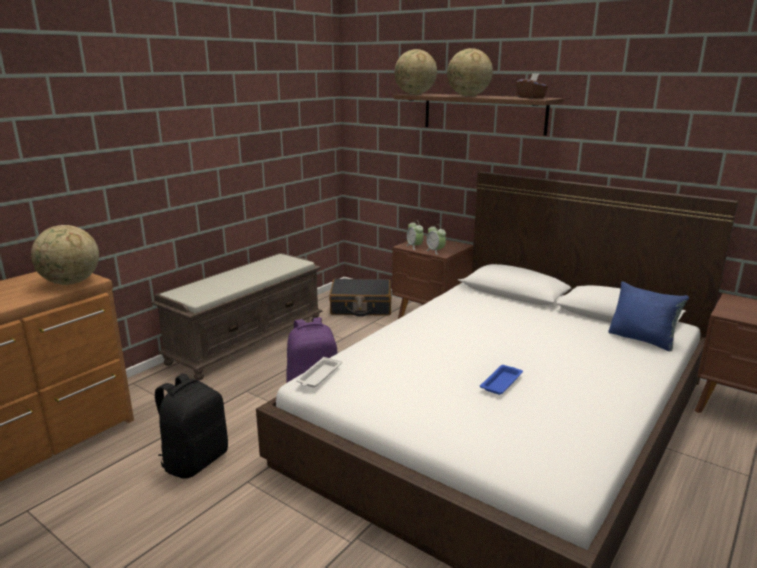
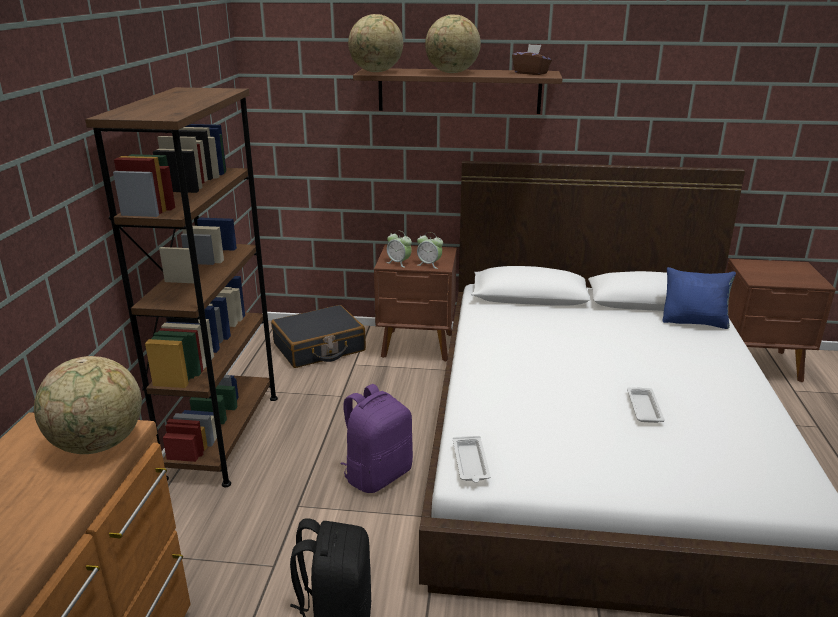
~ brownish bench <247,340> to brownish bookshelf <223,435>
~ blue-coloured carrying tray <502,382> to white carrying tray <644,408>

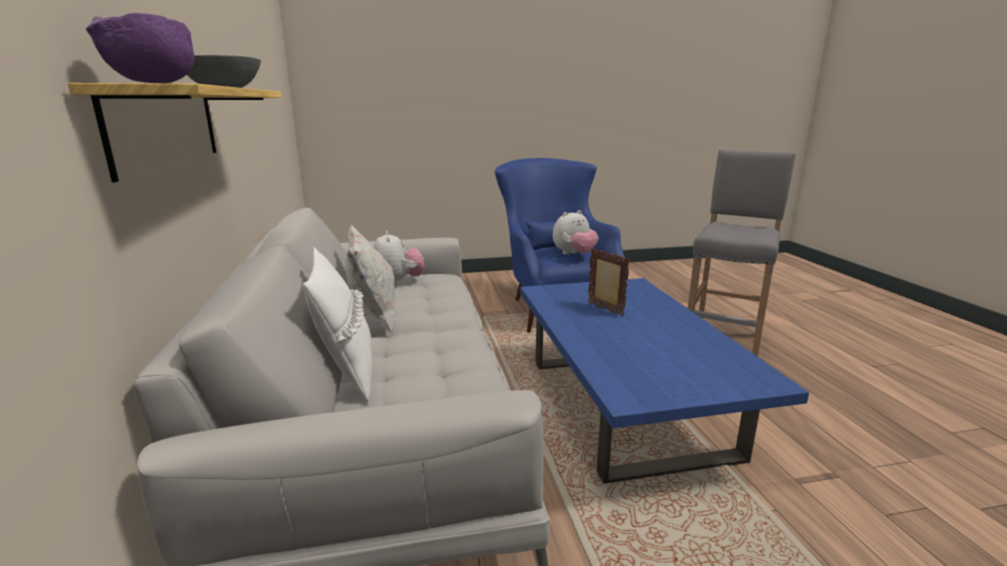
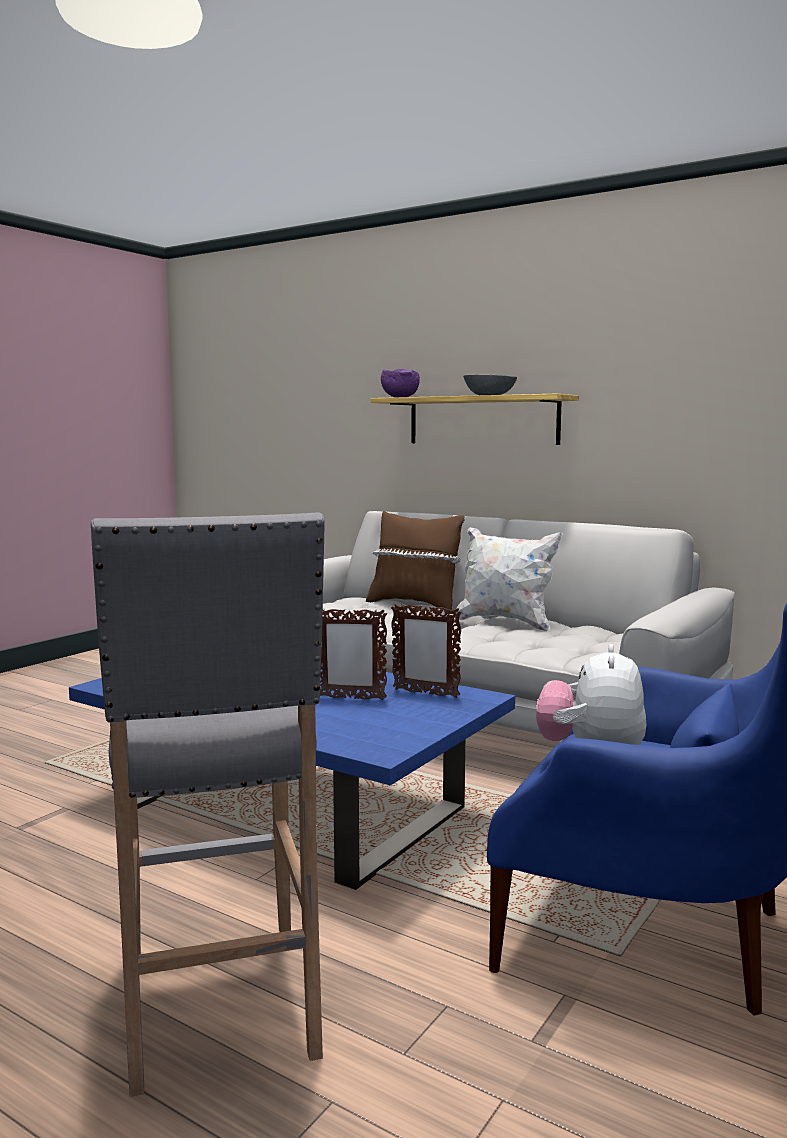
- plush toy <398,283>
+ standing frame <425,693>
~ white throw pillow <346,373> to brownish throw pillow <414,604>

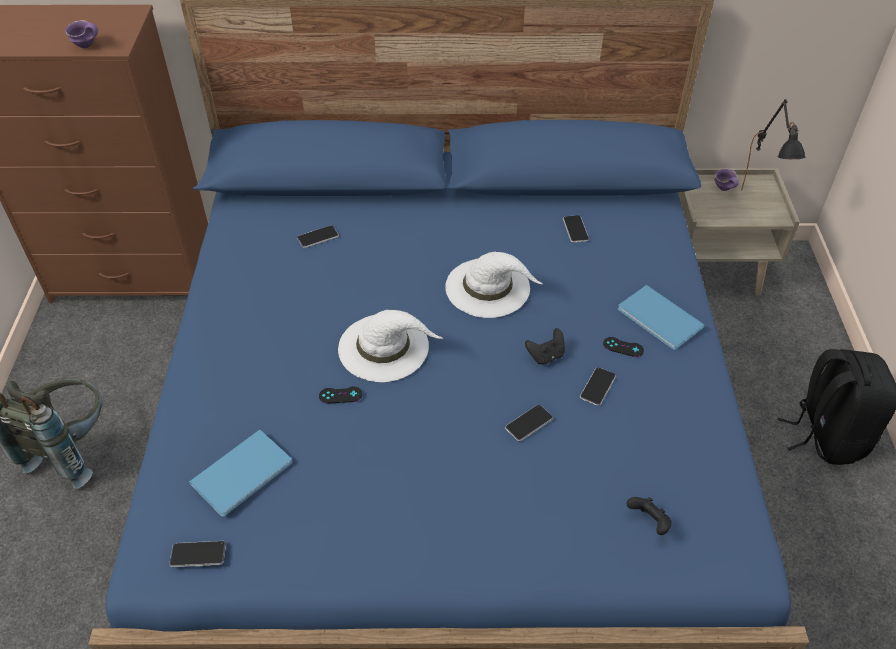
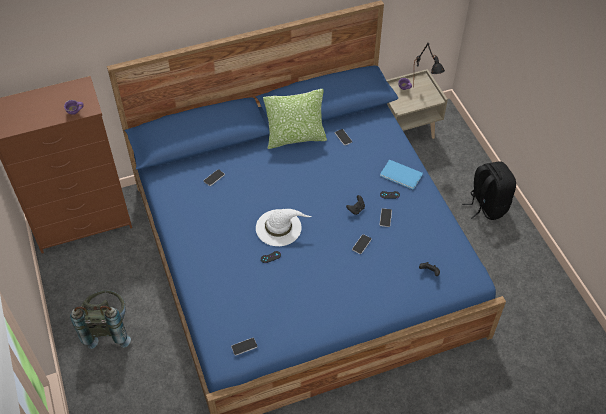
- blue-coloured volume <245,473>
- white wearable hat <489,287>
+ throw pillow <295,138>

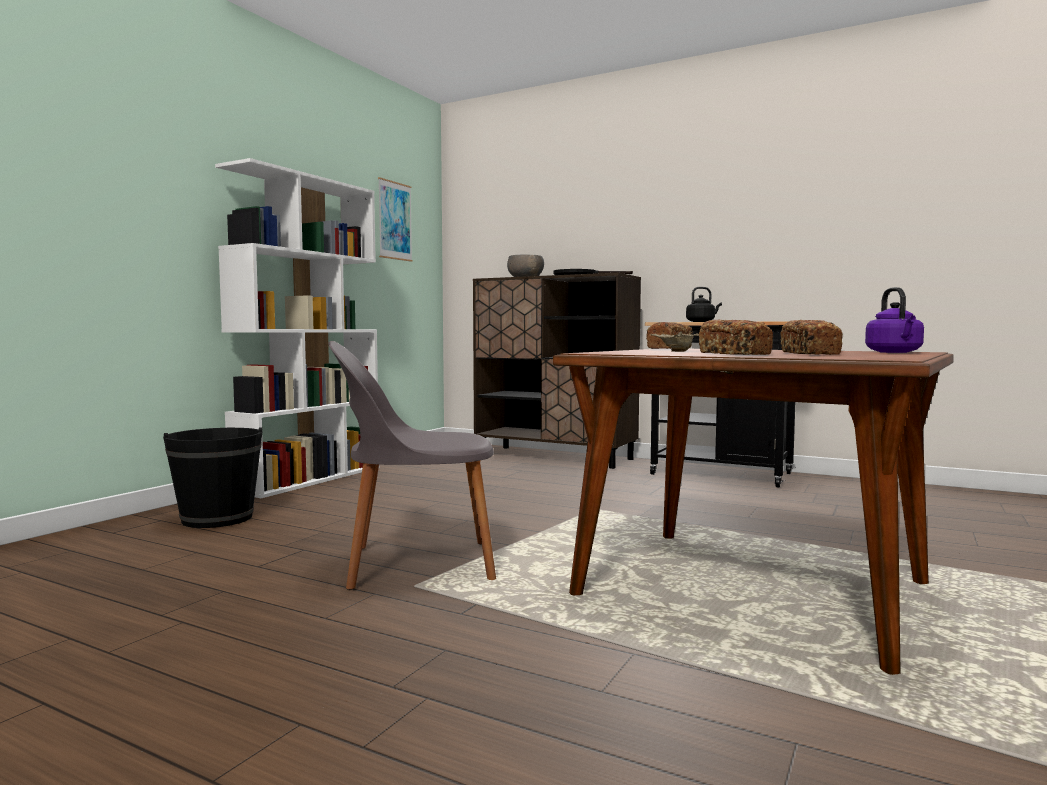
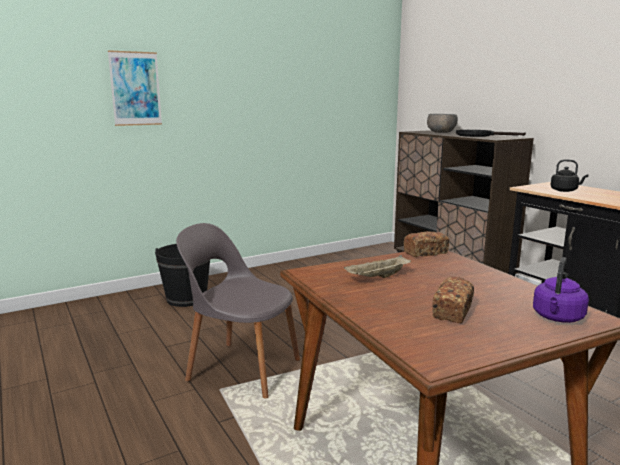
- white bookshelf <309,479>
- bakery bread <735,354>
~ wall art <395,221> to <135,89>

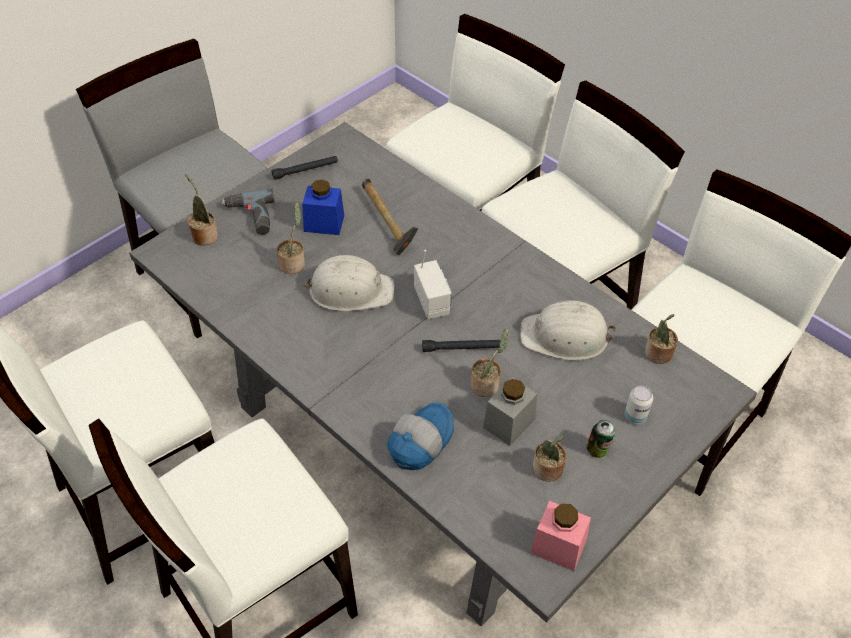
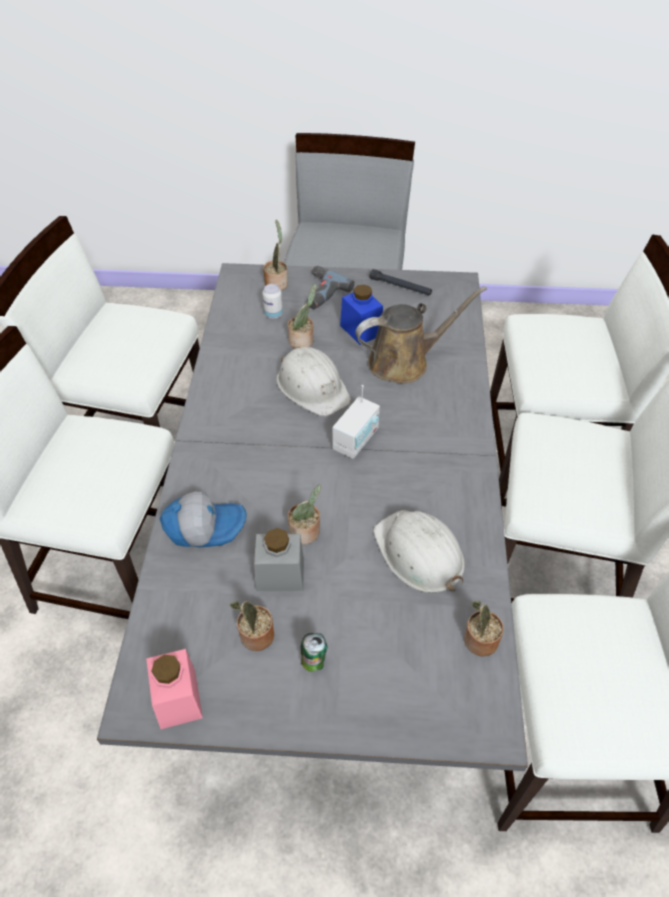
- black flashlight <461,348>
~ metal can <635,416> to <273,314>
~ hand hammer <386,223> to brownish watering can <404,361>

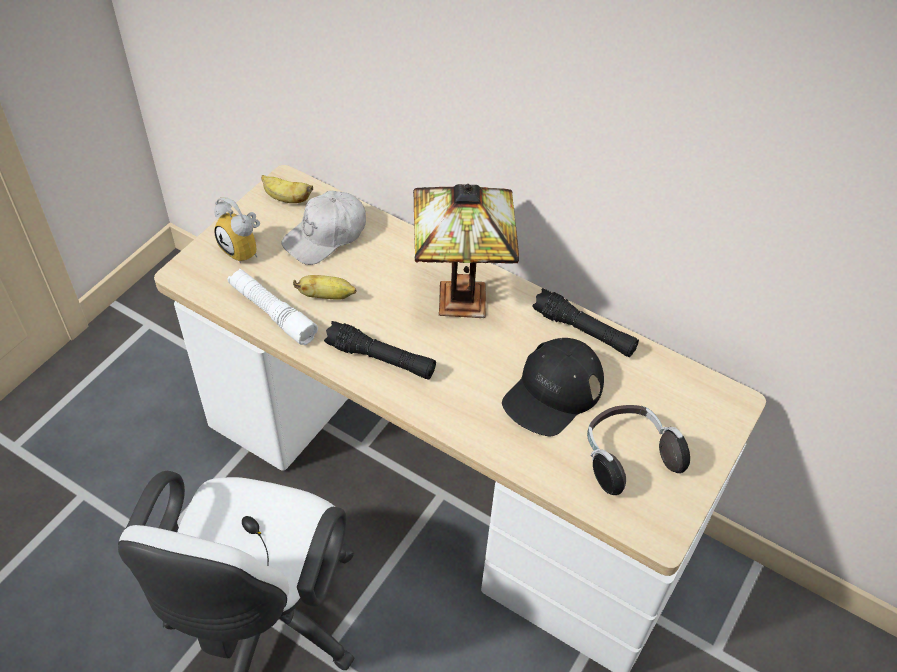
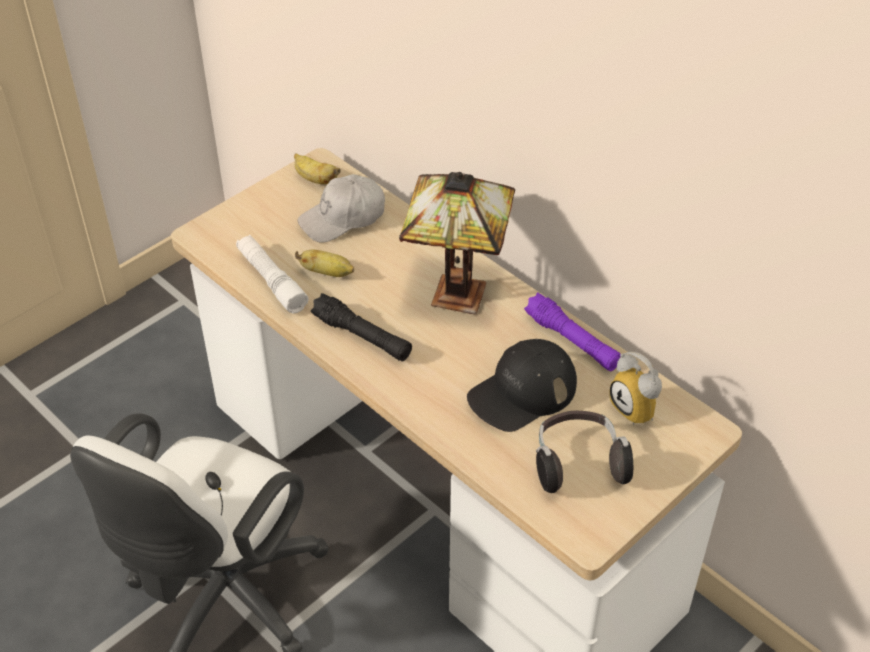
~ bedside clock <245,249> to <638,408>
~ black flashlight <584,331> to purplish flashlight <572,341>

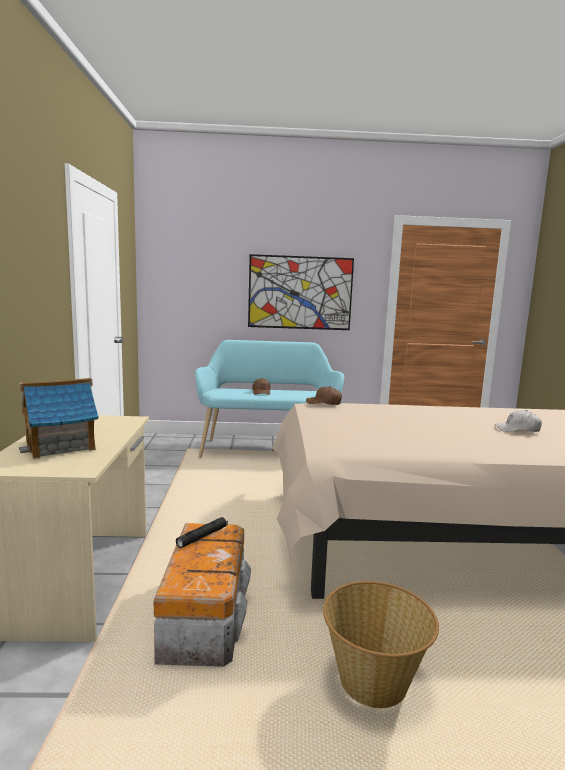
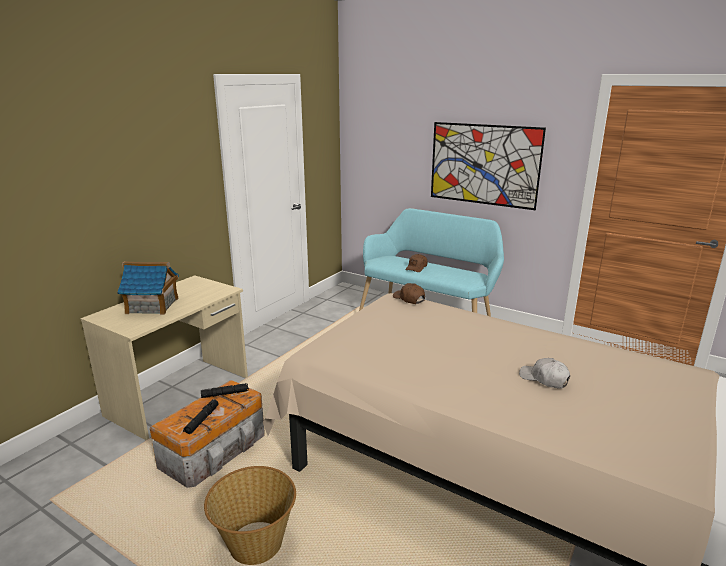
+ black flashlight <202,420>

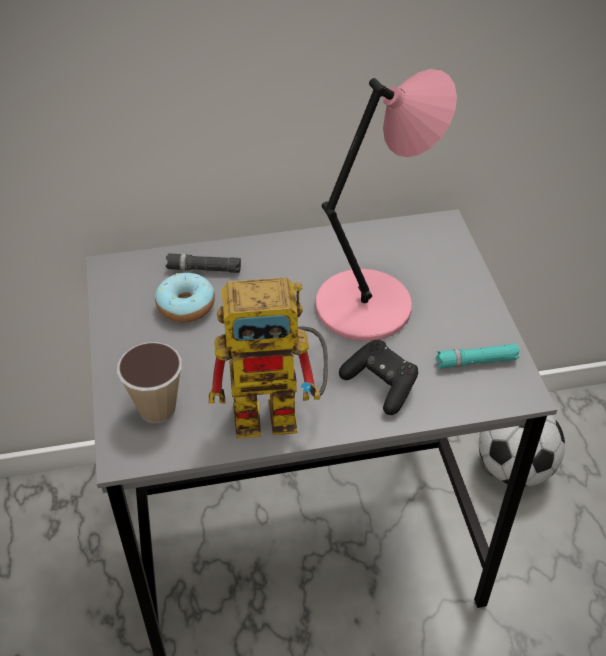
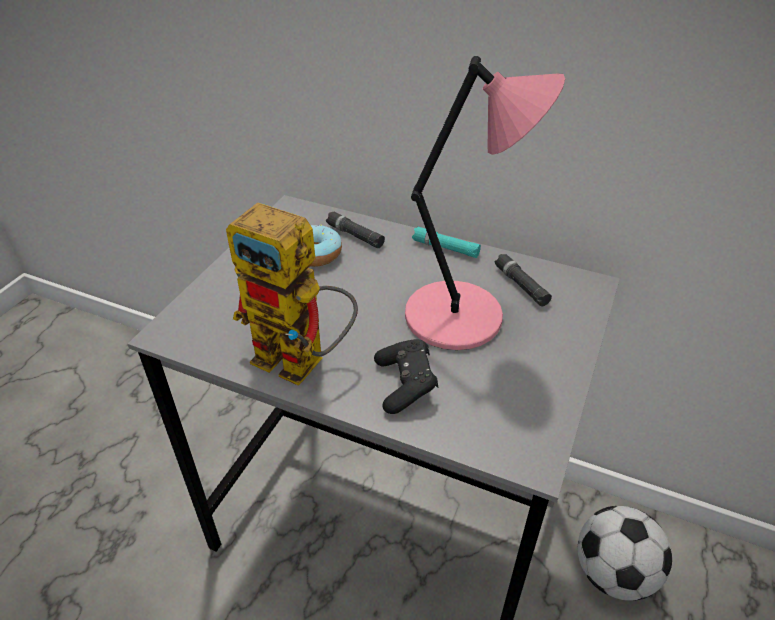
- small cup <157,409>
+ black flashlight <521,285>
~ turquoise flashlight <476,361> to <445,248>

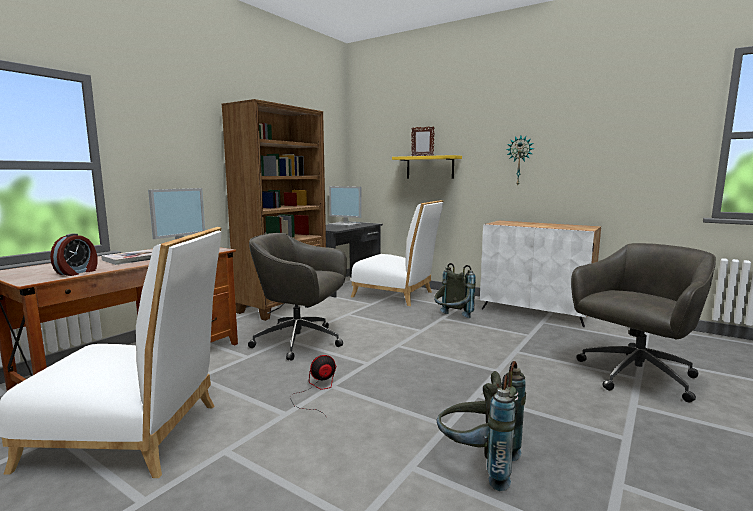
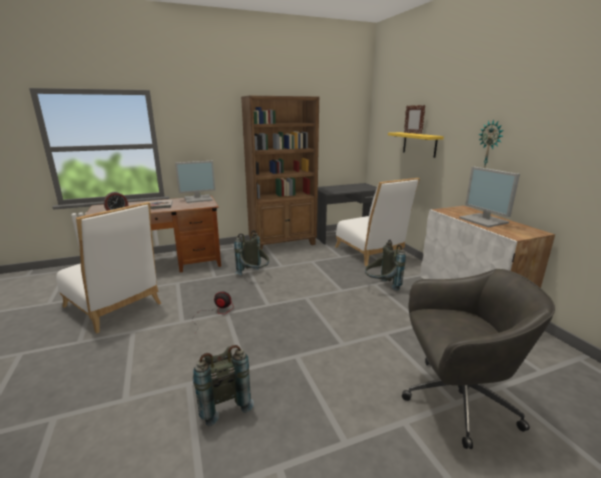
~ monitor <345,224> to <484,220>
~ gray office chair <301,342> to gray rucksack <254,275>

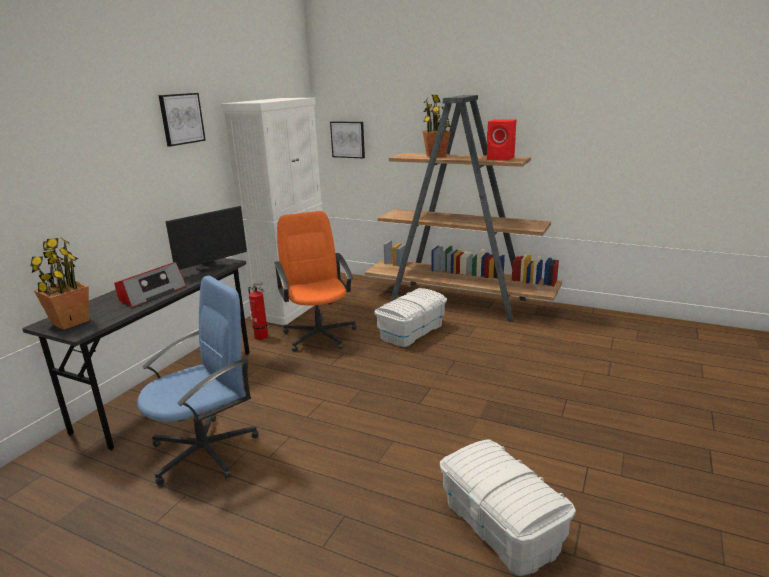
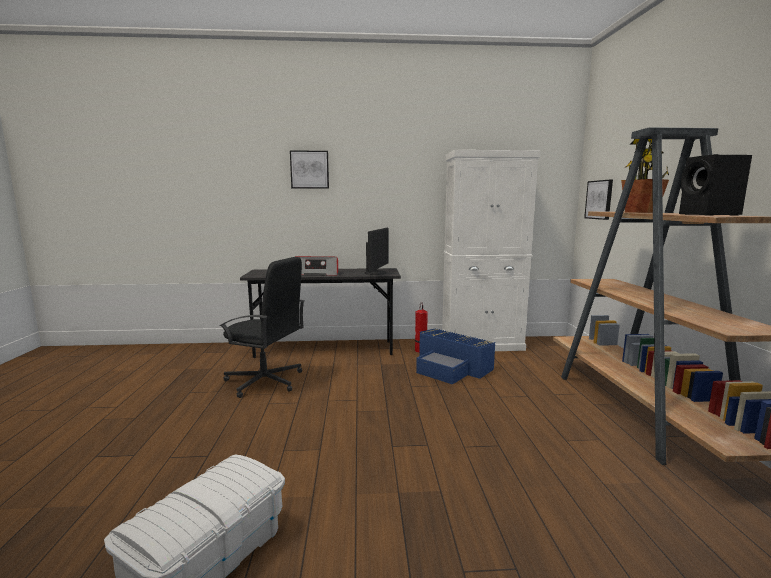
- potted plant <70,322>
- white storage box <412,331>
~ wall art <181,119> to <309,169>
~ orange-coloured office chair <319,335> to blue-coloured storage box <452,368>
~ blue-coloured office chair <206,451> to black office chair <265,381>
~ red-coloured audio speaker <501,158> to black audio speaker <709,215>
~ monitor <211,267> = <376,273> 90 degrees counterclockwise

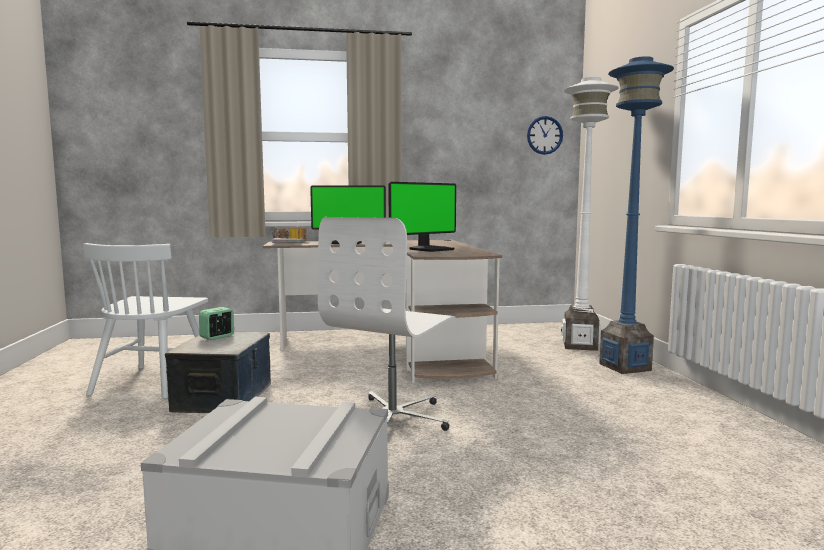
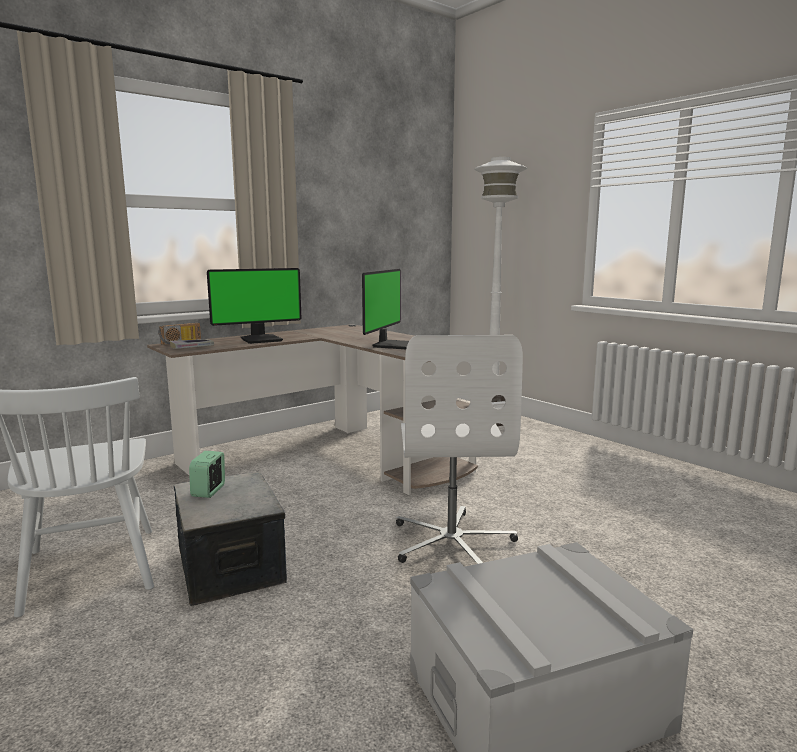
- hanging clock <544,135>
- blue-coloured standard lamp <624,367>

